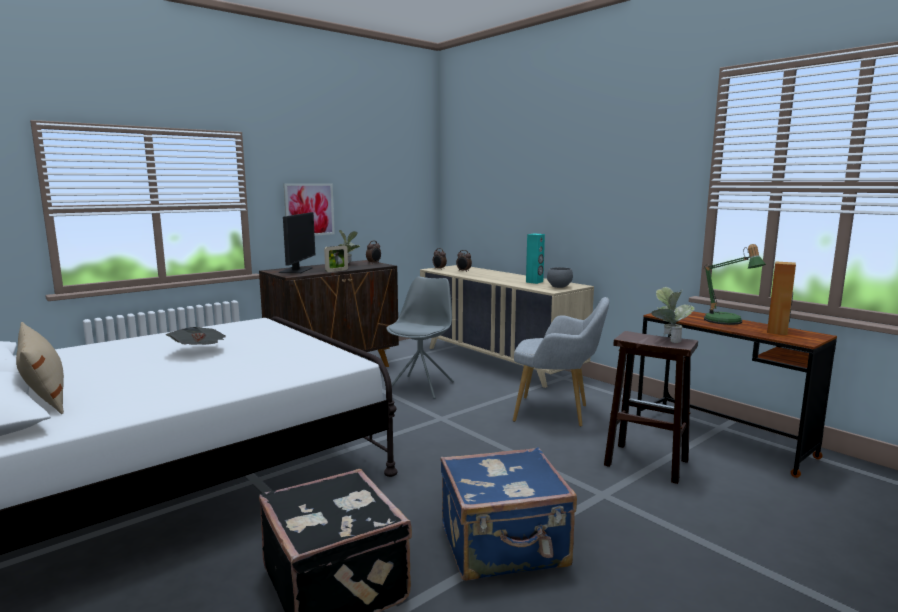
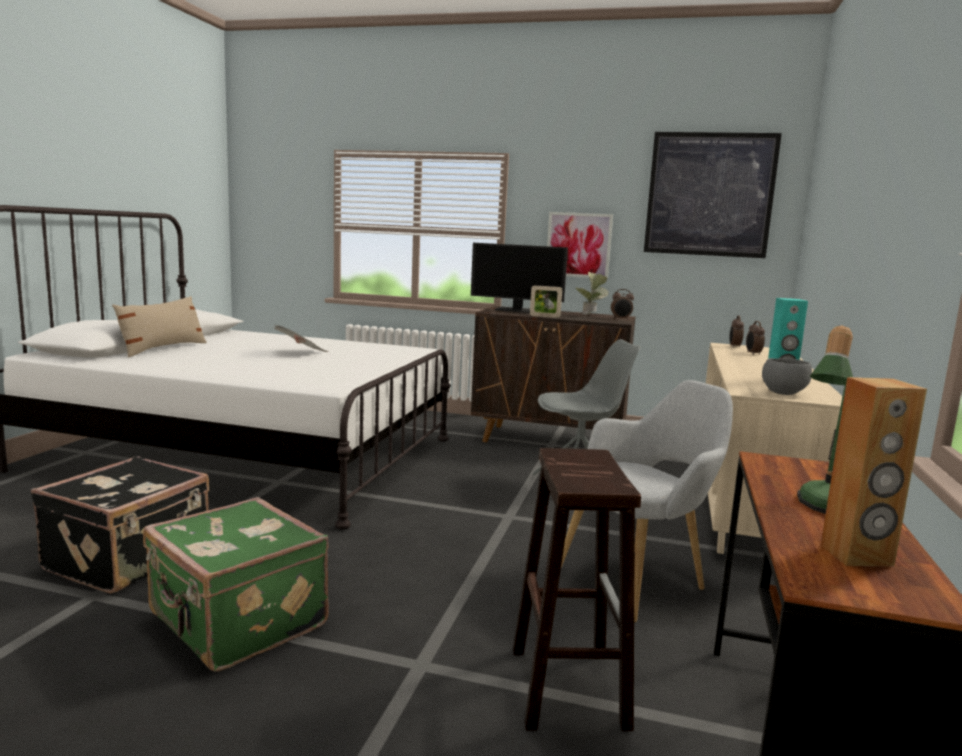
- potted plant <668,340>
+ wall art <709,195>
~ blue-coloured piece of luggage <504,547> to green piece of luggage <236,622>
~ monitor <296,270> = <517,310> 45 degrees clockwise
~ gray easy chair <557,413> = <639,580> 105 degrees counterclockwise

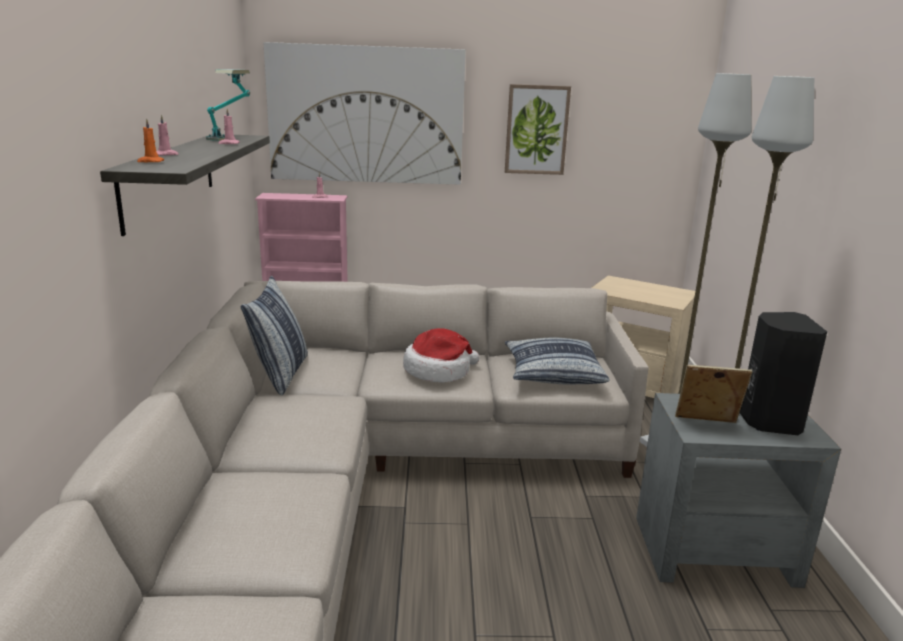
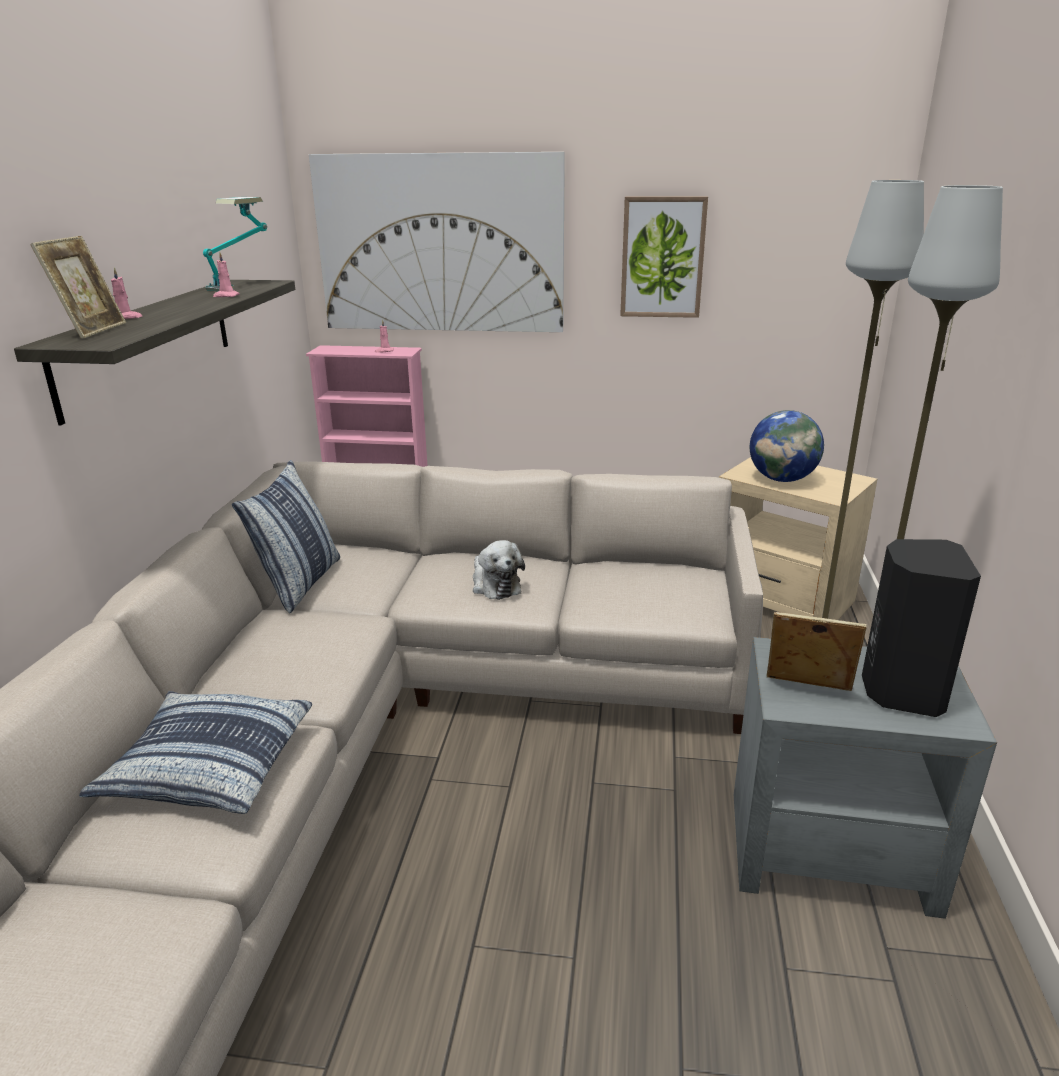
+ globe <782,479>
~ throw pillow <553,372> to <208,766>
~ orange-coloured wax candle <150,161> to standing frame <92,330>
~ wearable hat <438,371> to plush toy <495,585>

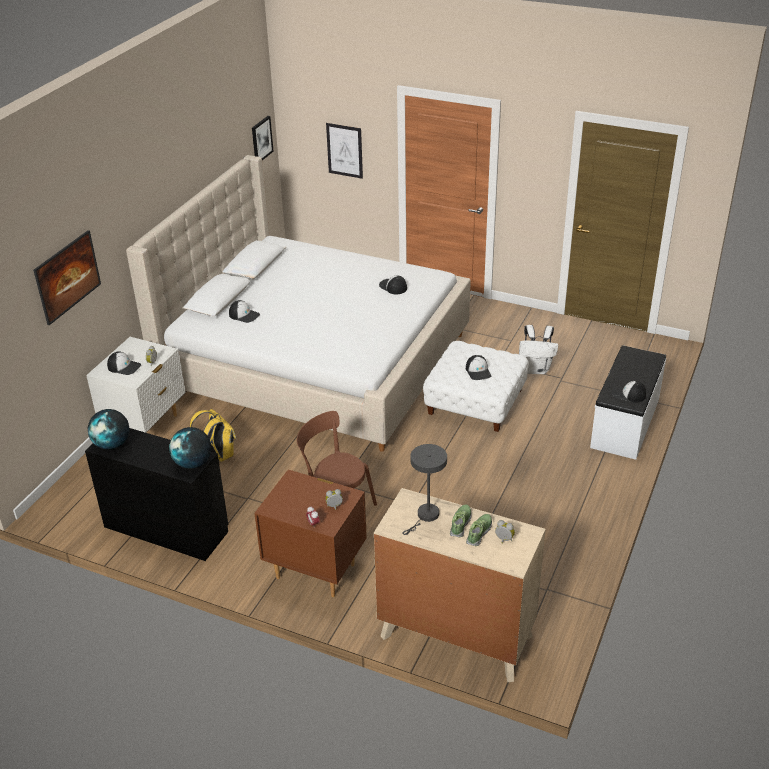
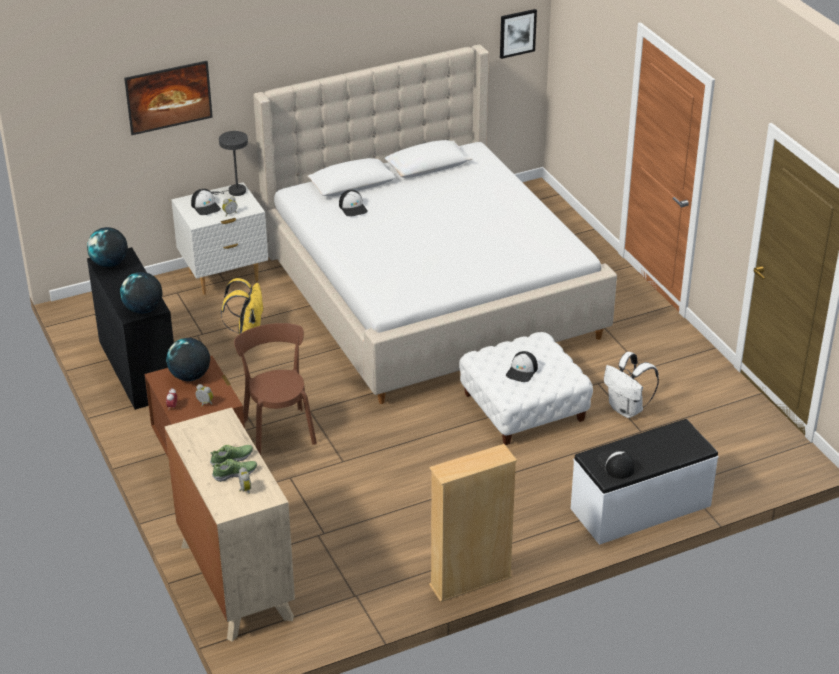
- wall art <344,150>
- peaked cap <393,287>
+ globe <190,376>
+ beige-coloured bookshelf <470,581>
~ gray table lamp <426,516> to <234,192>

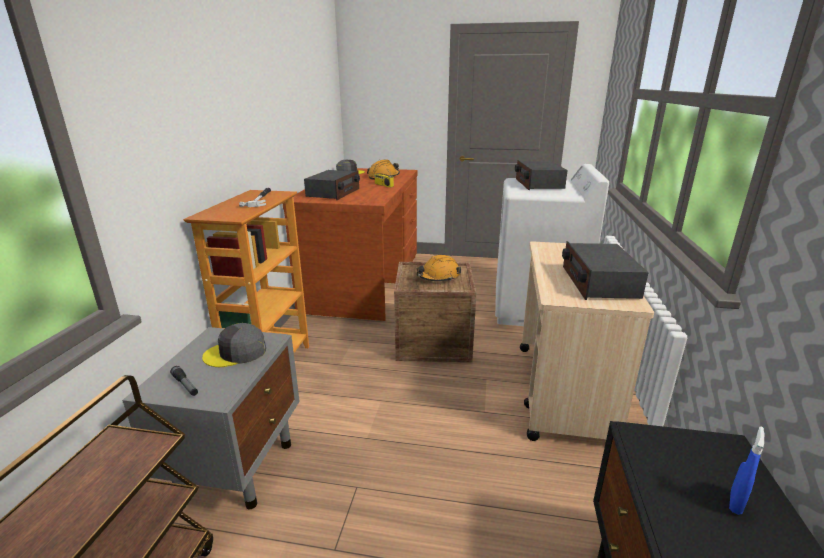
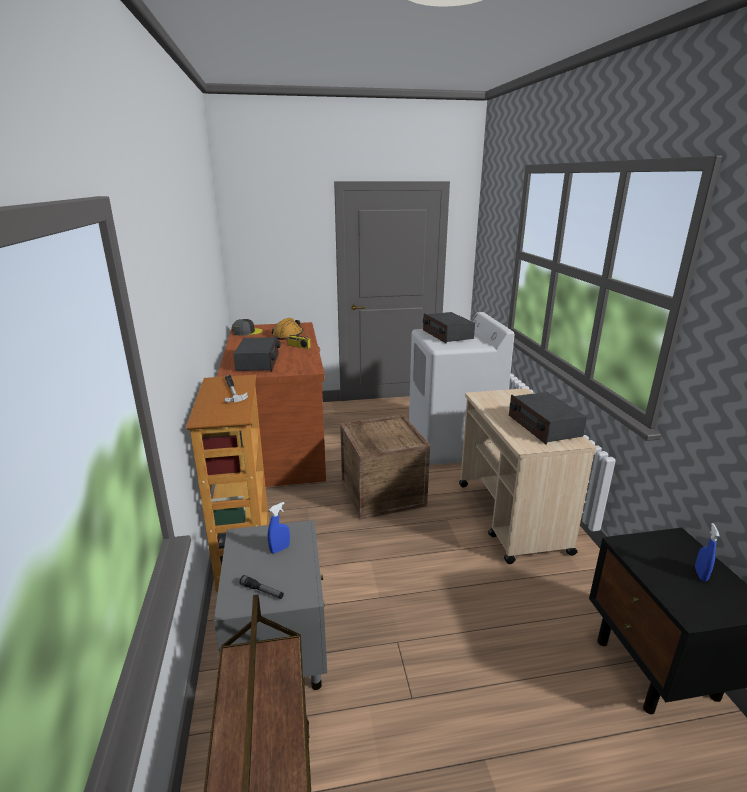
- orange-coloured hard hat <438,277>
~ gray peaked cap <236,353> to blue-coloured spray bottle <280,549>

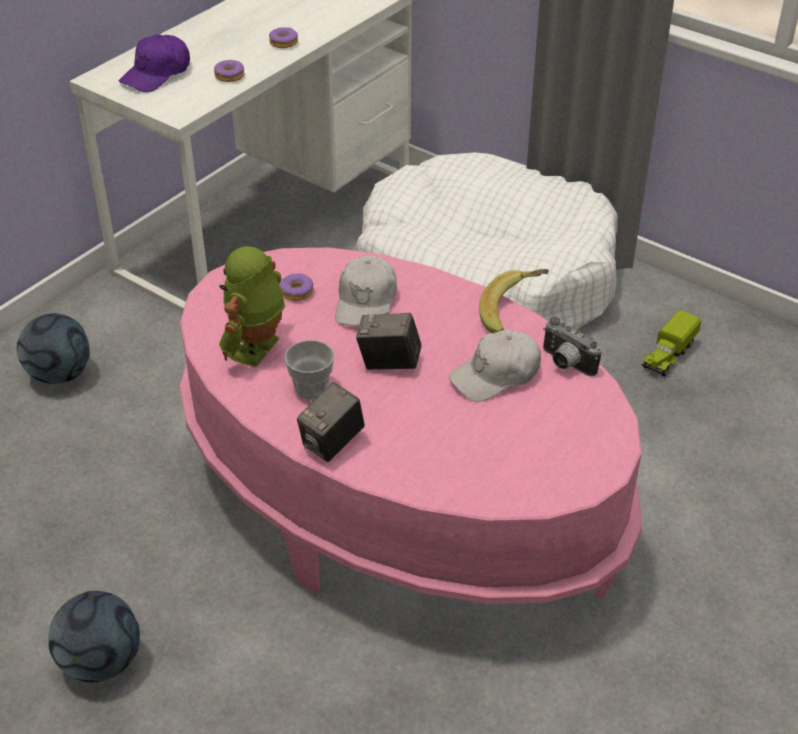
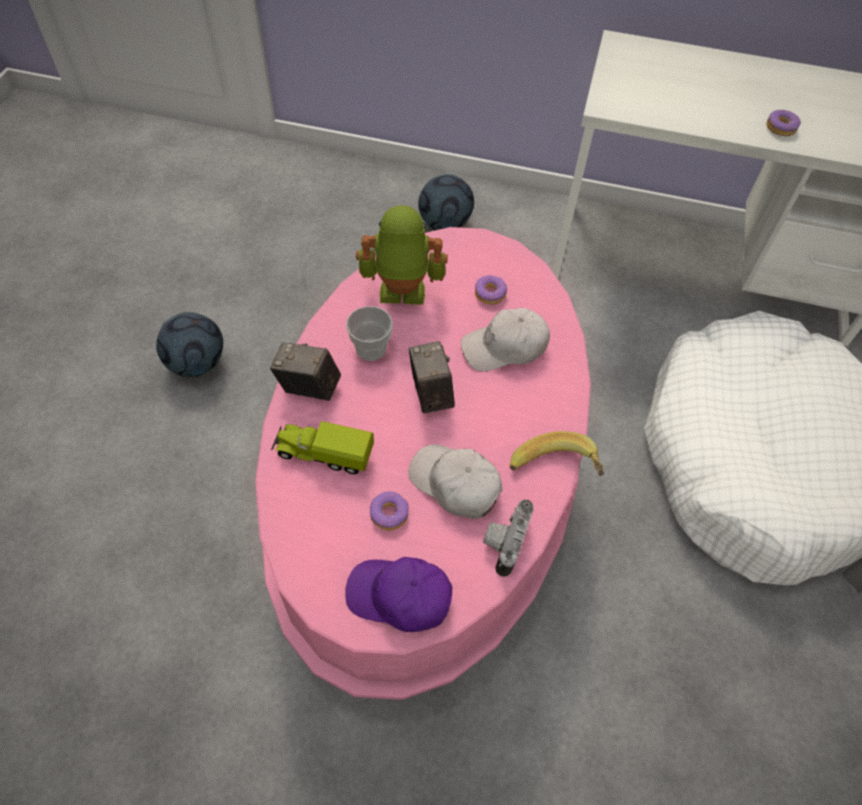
~ purplish peaked cap <157,74> to <400,597>
~ ring doughnut <230,76> to <389,514>
~ model truck <668,356> to <323,454>

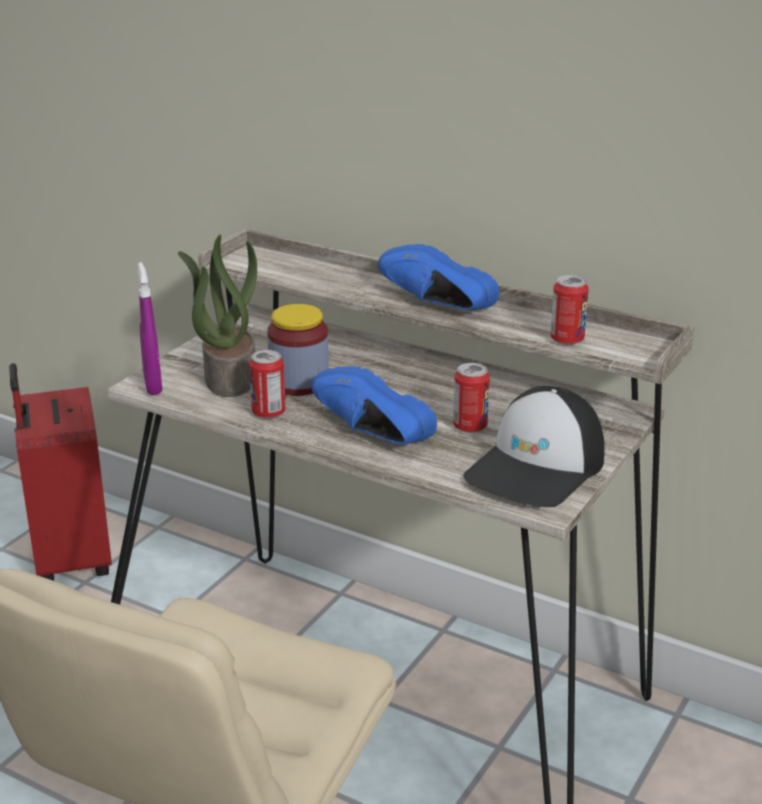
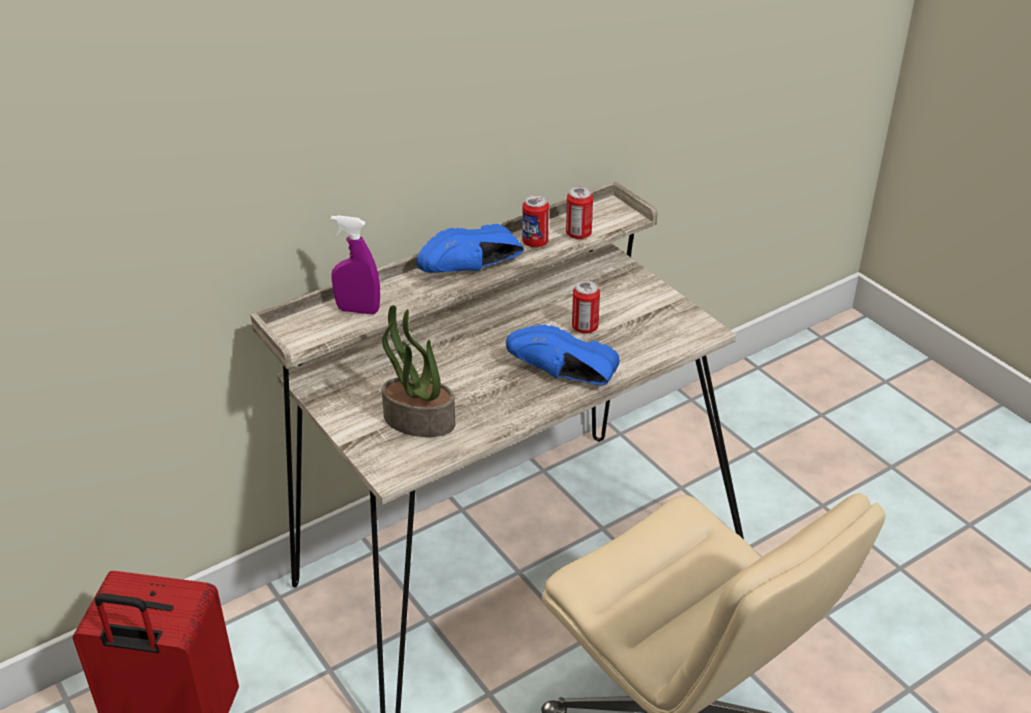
- storage jar <299,382>
- peaked cap <537,468>
~ purplish spray bottle <153,385> to <358,310>
~ metal can <268,413> to <535,242>
~ blue-coloured low shoe <366,433> = <561,376> 45 degrees clockwise

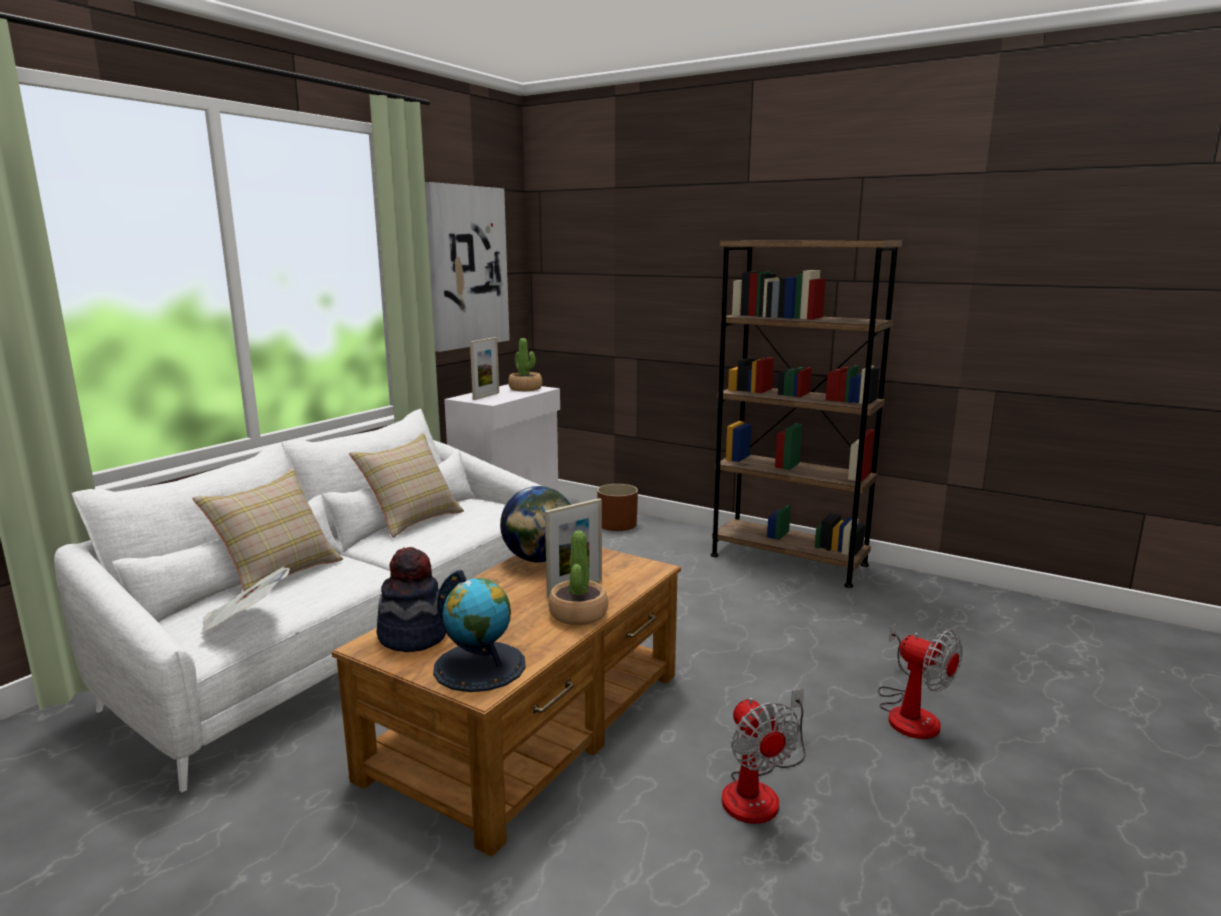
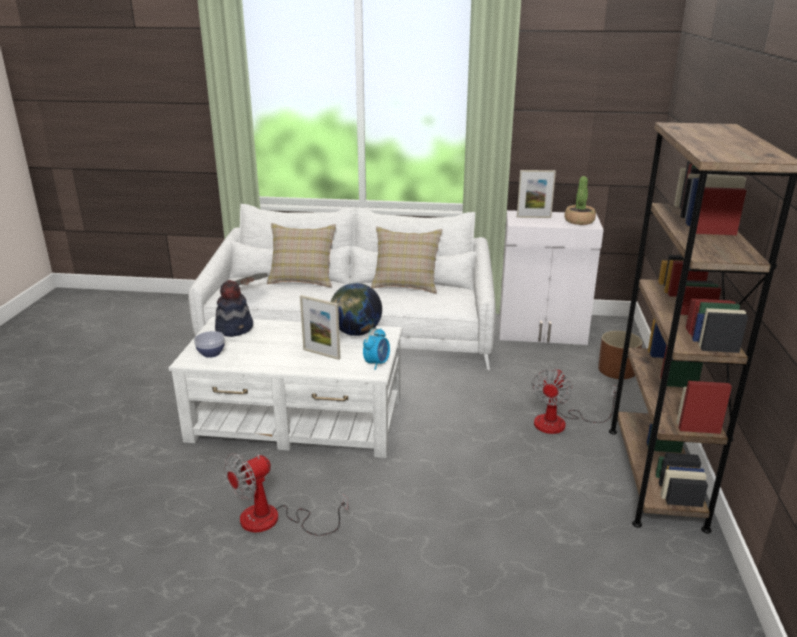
- wall art <467,267>
- potted plant <578,614>
+ bedside clock <377,363>
~ cooling fan <910,712> to <560,423>
~ globe <480,666> to deep dish <211,353>
~ brownish lounge table <532,723> to white lounge table <297,419>

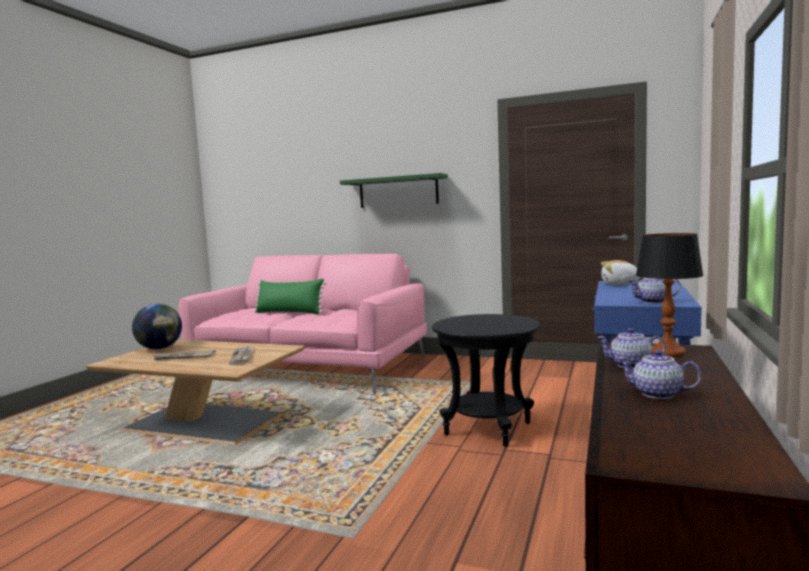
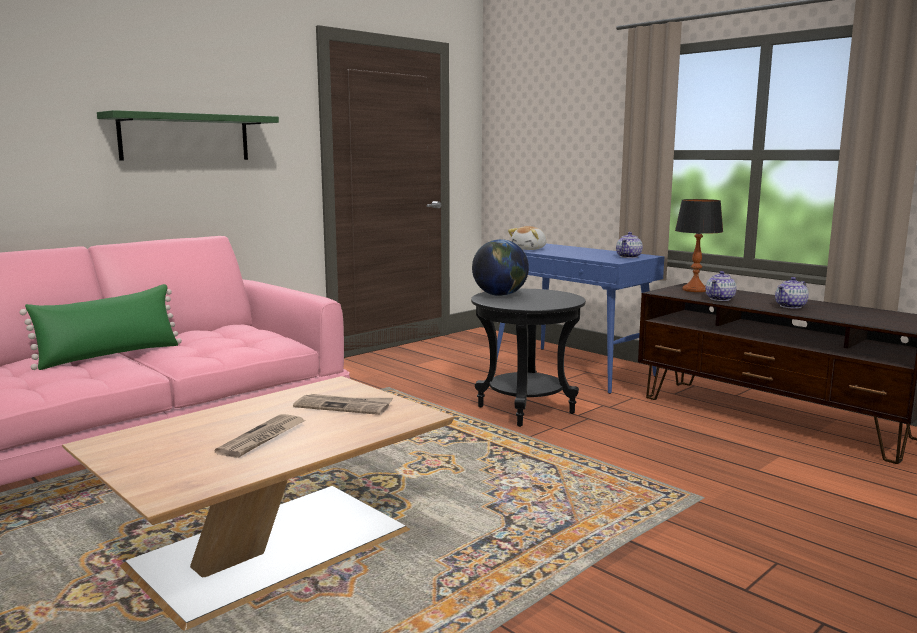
~ globe <160,348> to <500,295>

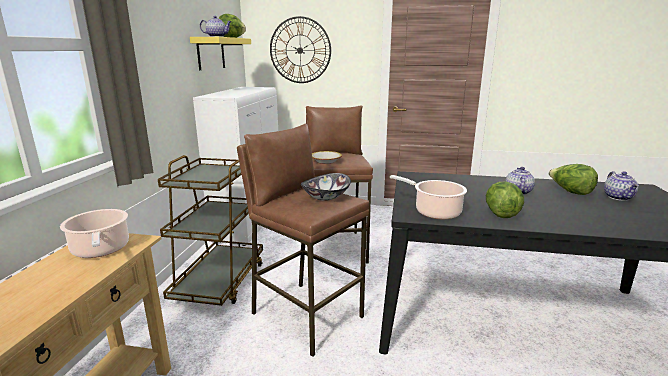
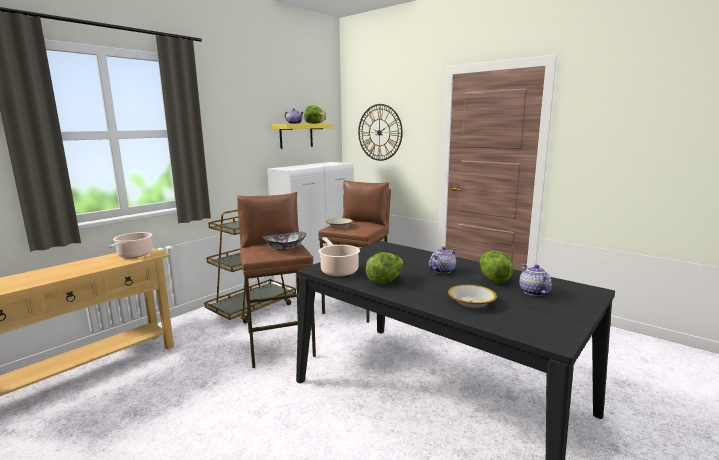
+ deep dish <471,302>
~ teapot <619,197> = <533,292> 135 degrees clockwise

